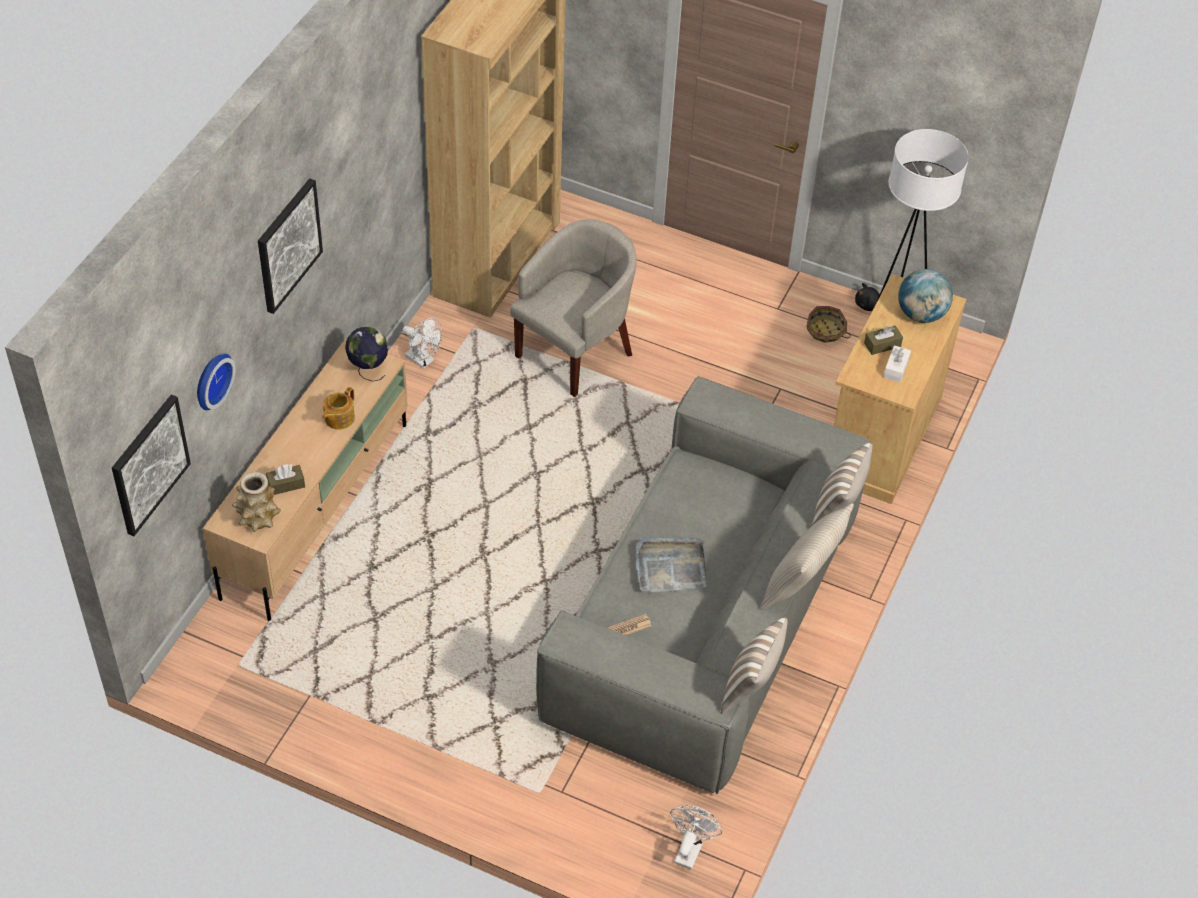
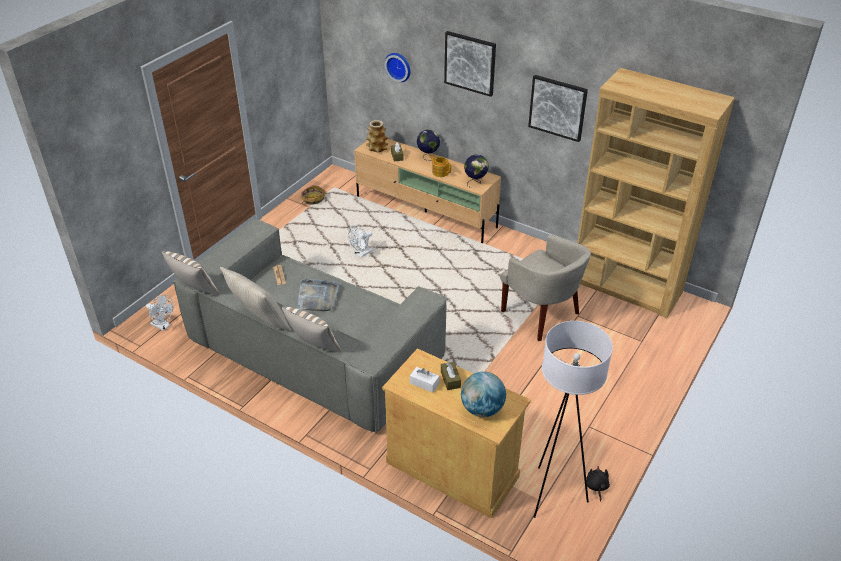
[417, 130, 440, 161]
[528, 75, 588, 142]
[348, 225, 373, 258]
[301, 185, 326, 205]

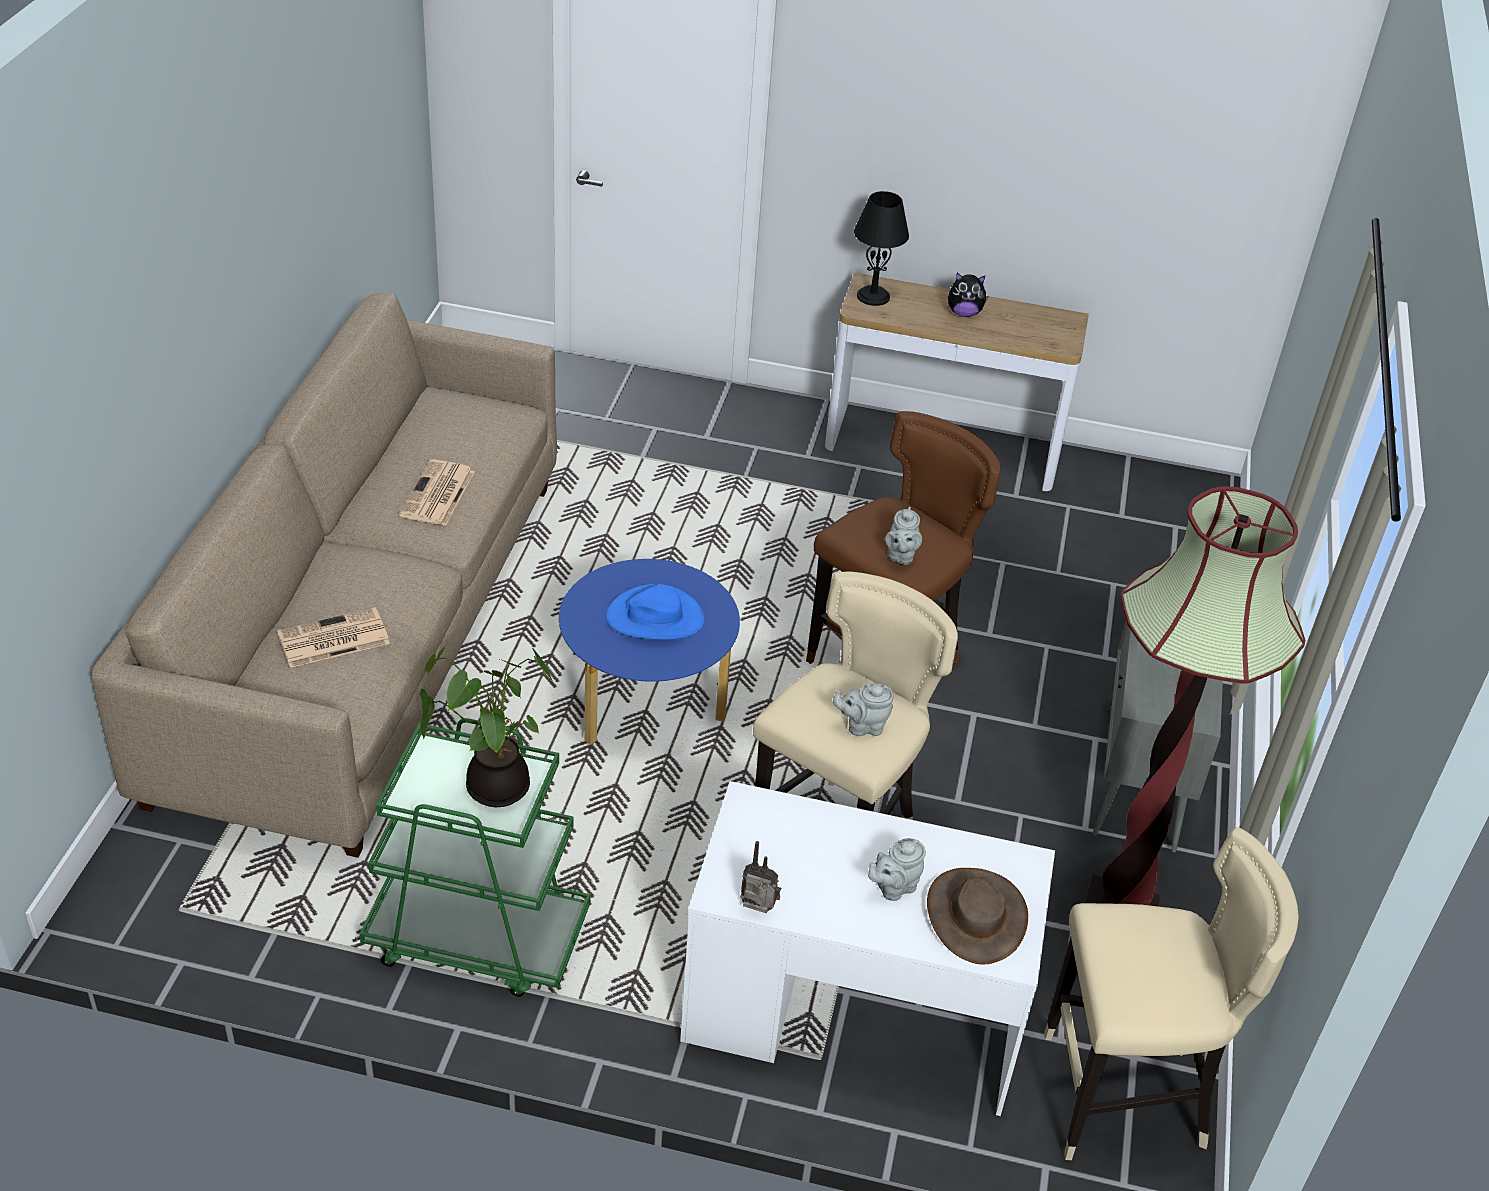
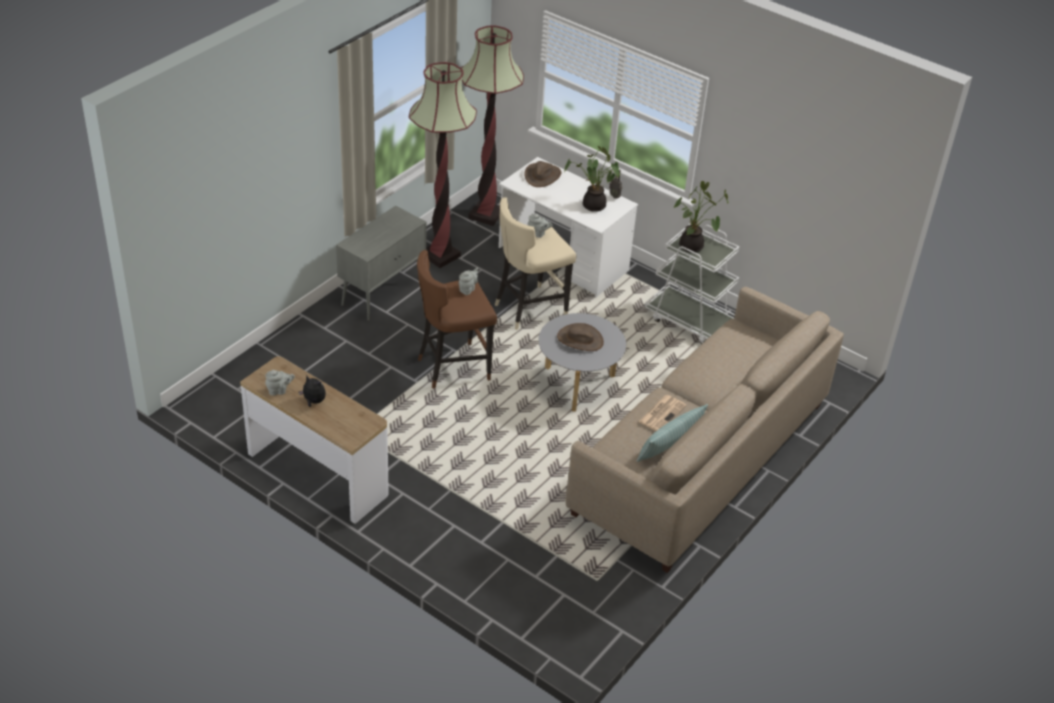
[277, 607, 390, 668] (first image)
[854, 191, 909, 306] (first image)
[564, 146, 620, 212]
[636, 404, 708, 462]
[265, 370, 295, 396]
[462, 25, 524, 226]
[645, 224, 739, 344]
[538, 313, 626, 412]
[557, 323, 604, 351]

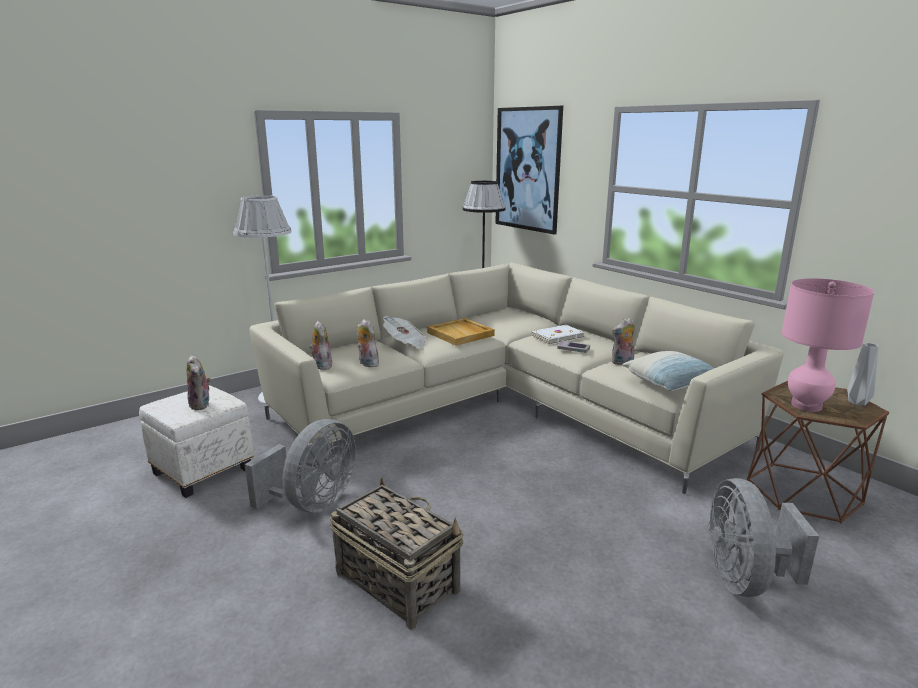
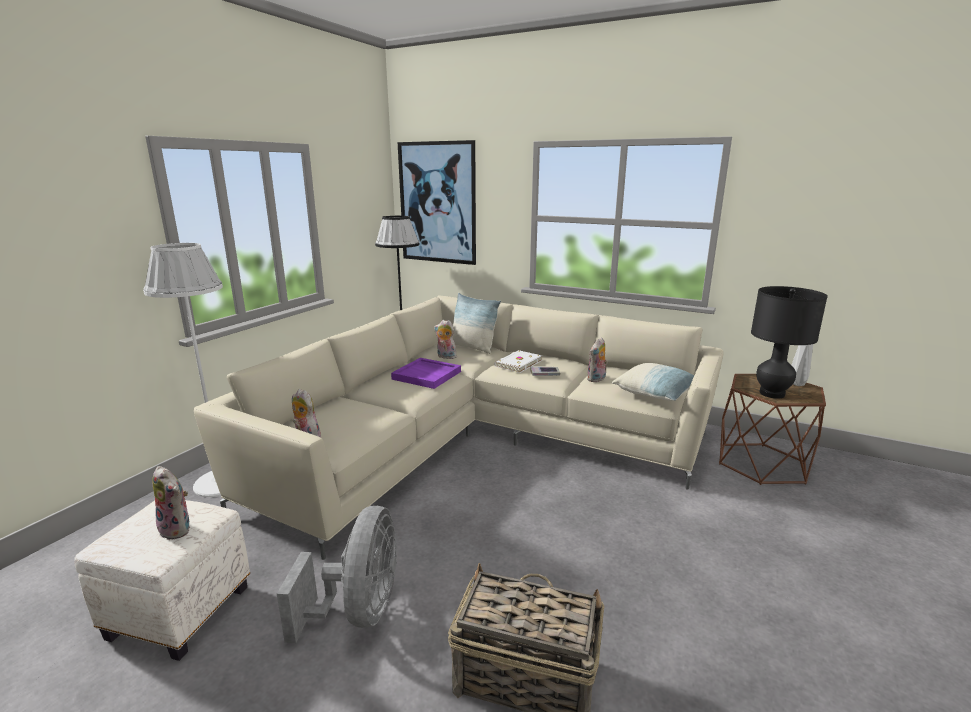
[383, 316, 427, 349] (first image)
[708, 478, 819, 597] (first image)
[452, 293, 501, 354]
[434, 320, 457, 359]
[391, 358, 461, 389]
[751, 286, 828, 399]

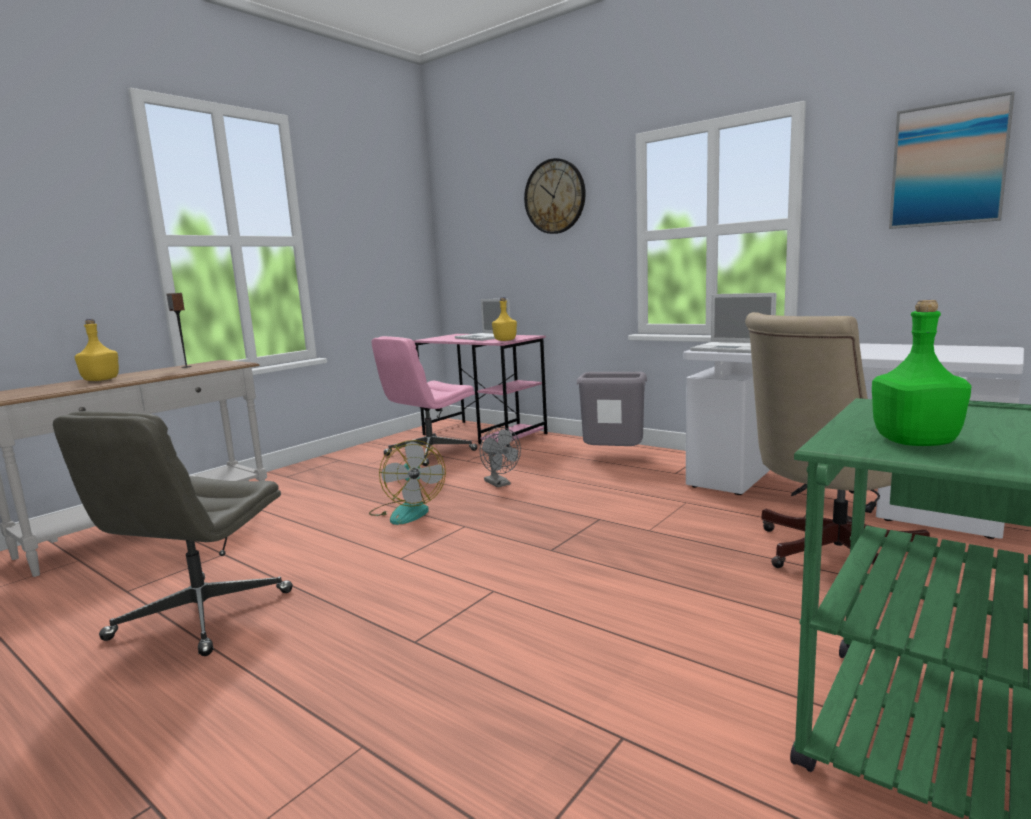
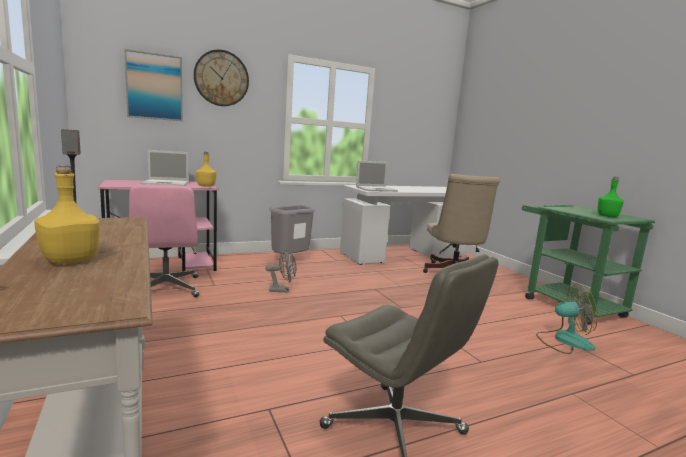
[536, 284, 597, 354]
[124, 49, 183, 121]

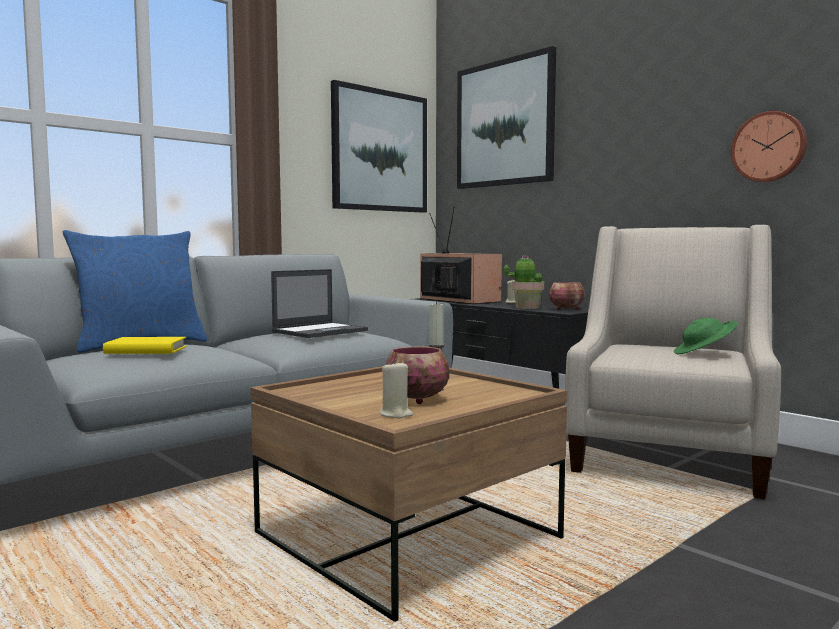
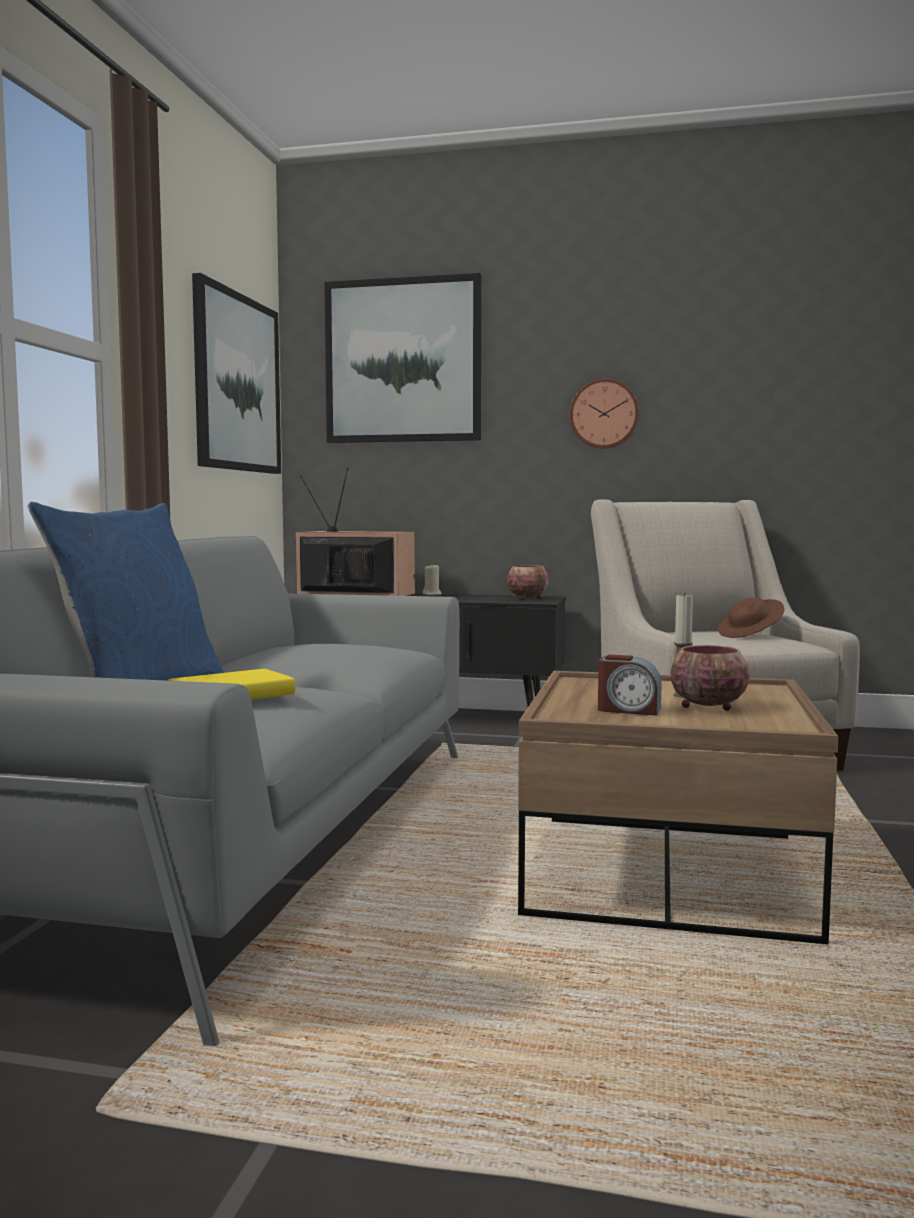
[271, 269, 368, 338] (first image)
[379, 360, 413, 418] (first image)
[504, 255, 544, 309] (first image)
[598, 654, 661, 716]
[570, 379, 639, 449]
[718, 598, 785, 638]

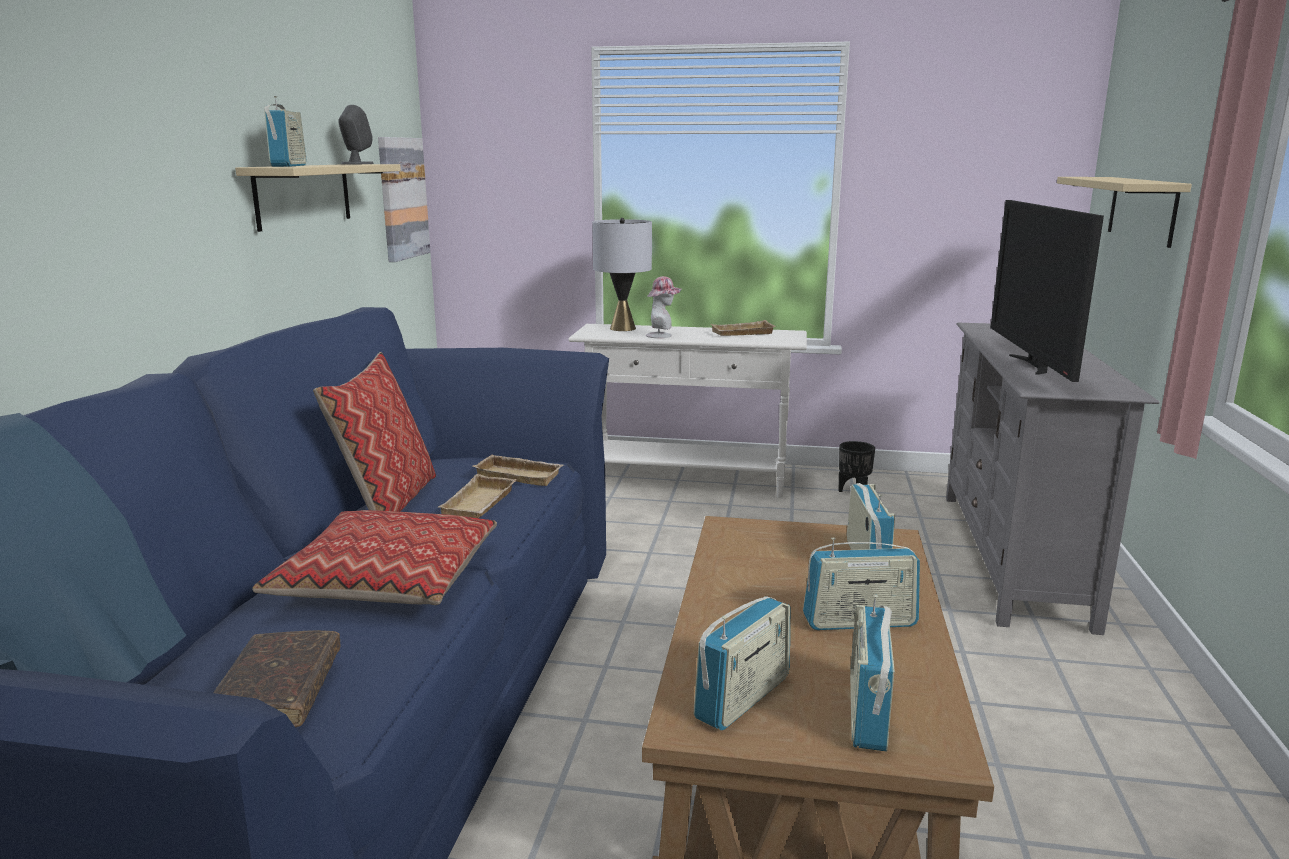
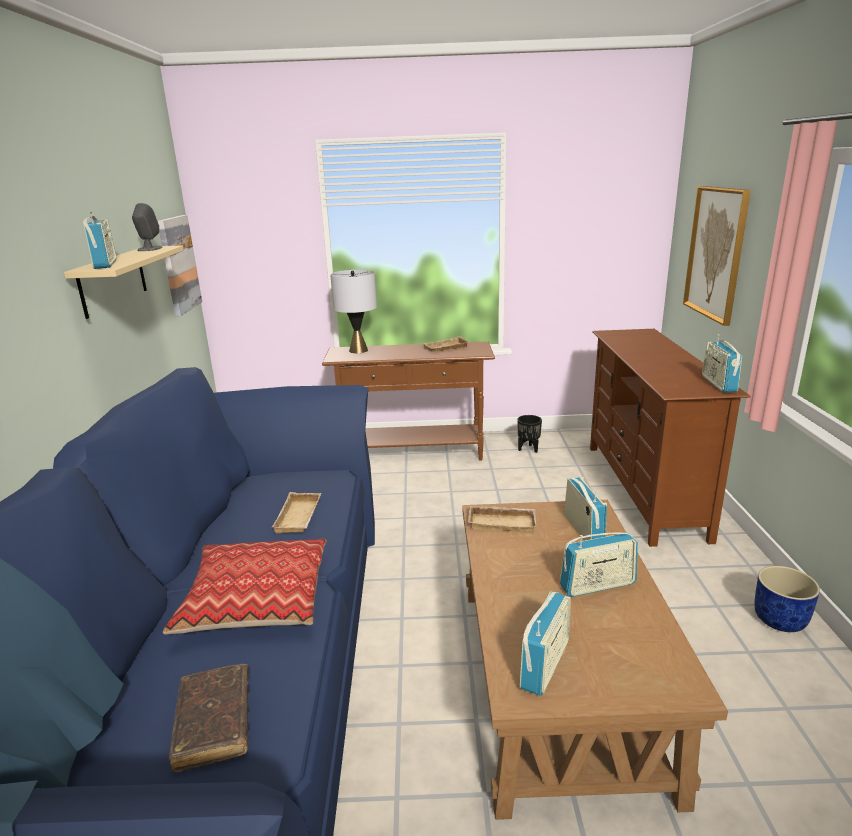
[313, 352, 436, 512] (first image)
[646, 276, 681, 338] (first image)
[991, 200, 1104, 382] (first image)
[754, 566, 820, 632]
[468, 505, 536, 532]
[702, 334, 742, 393]
[683, 186, 751, 326]
[322, 341, 495, 461]
[590, 329, 751, 547]

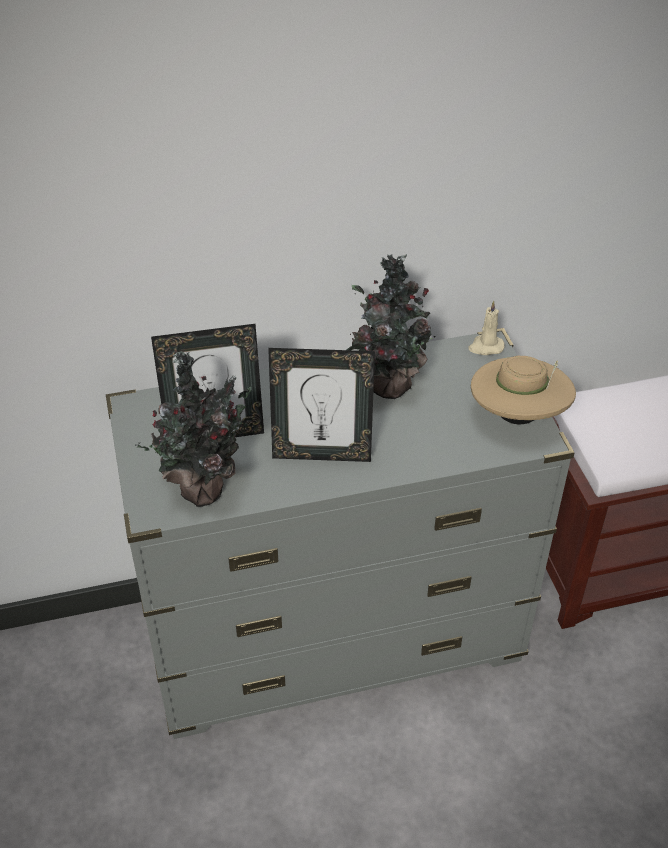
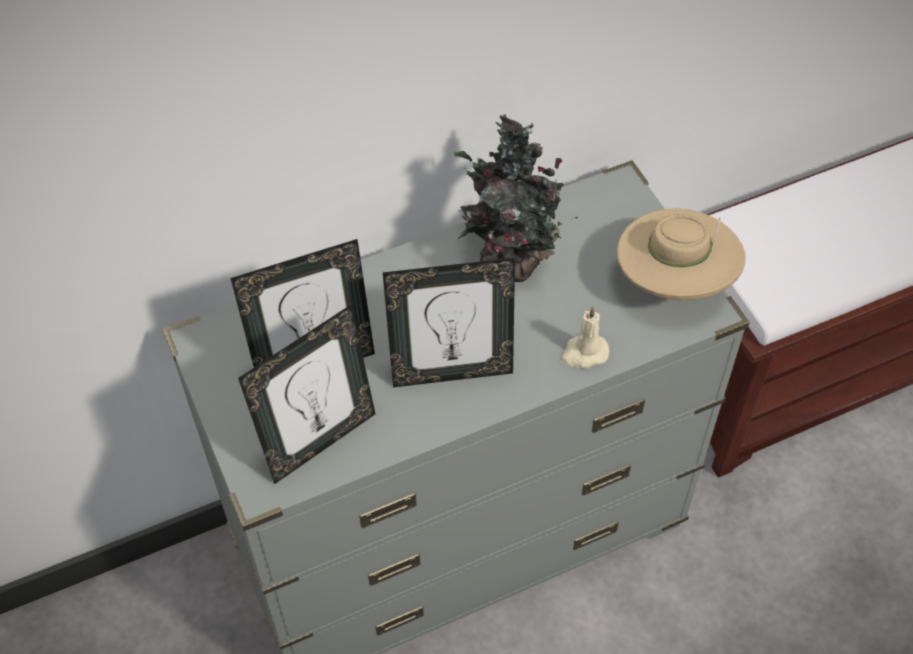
[562, 306, 609, 369]
[238, 305, 375, 484]

